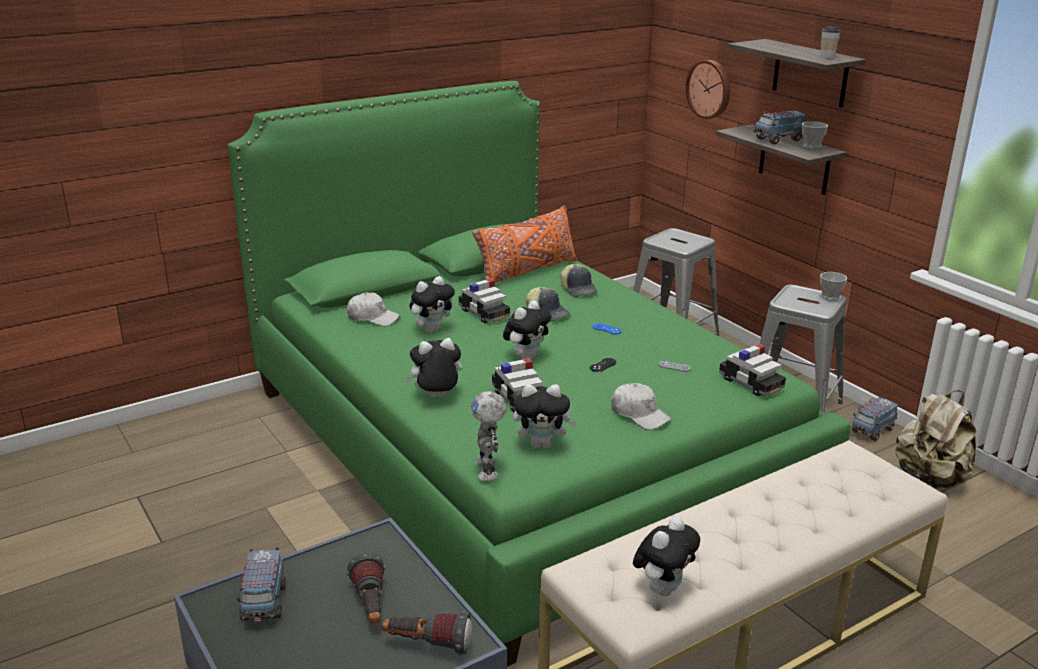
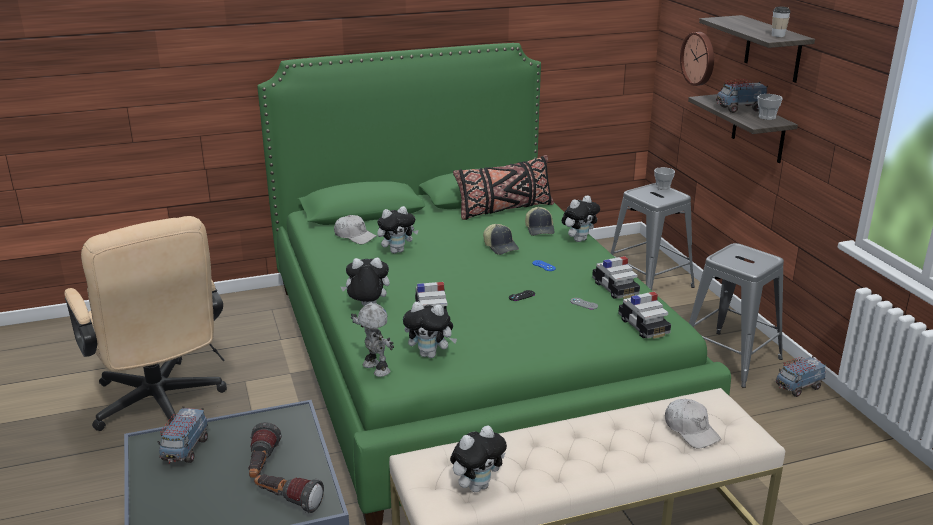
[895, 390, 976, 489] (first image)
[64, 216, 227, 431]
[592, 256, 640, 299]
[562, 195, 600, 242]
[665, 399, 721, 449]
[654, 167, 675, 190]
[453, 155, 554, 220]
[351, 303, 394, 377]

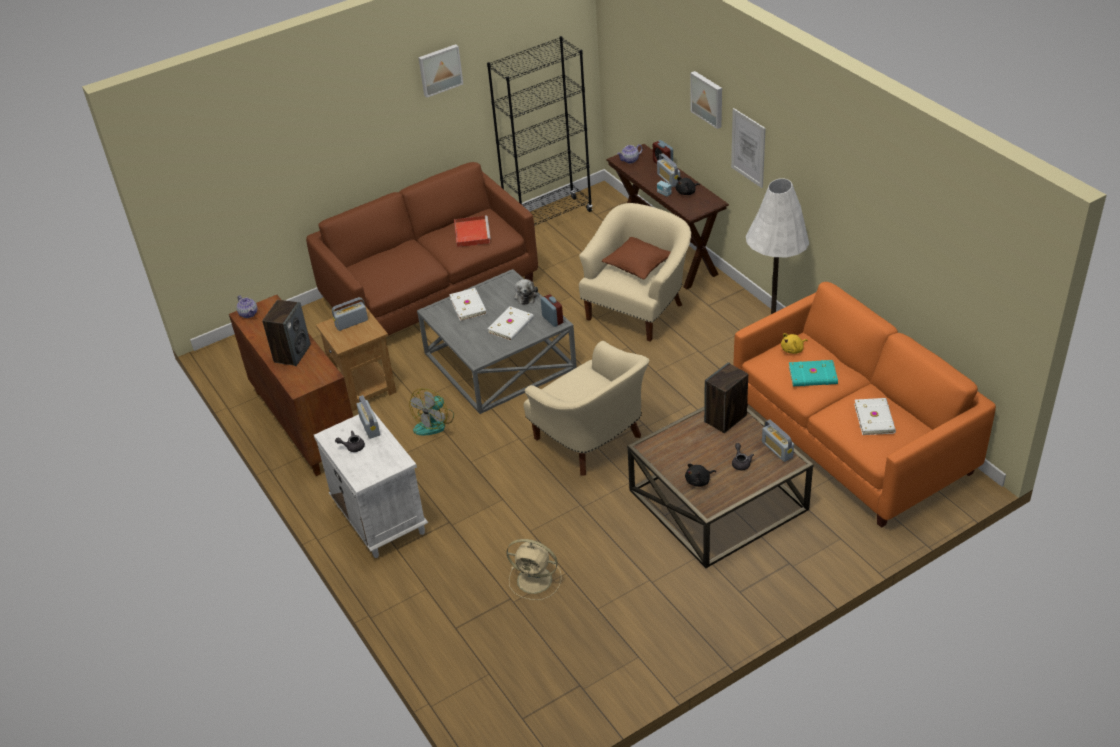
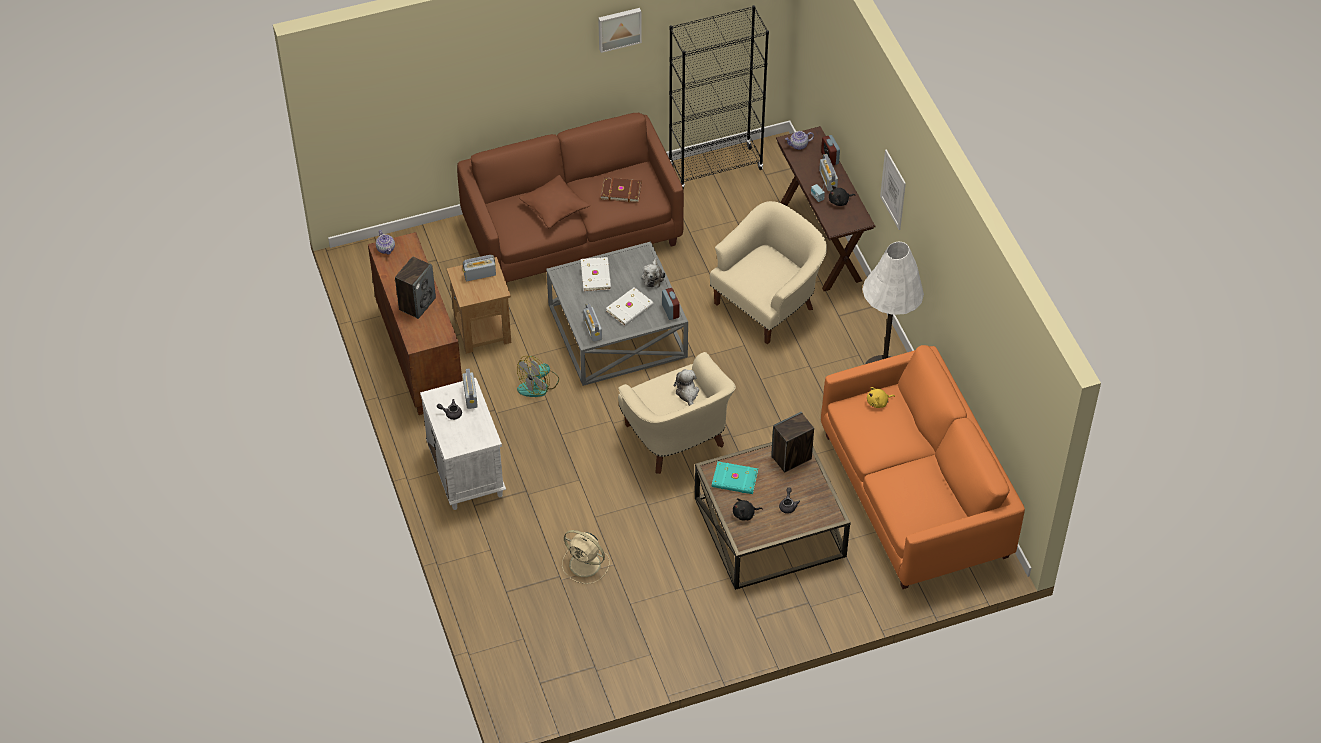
[690, 71, 722, 129] (first image)
[854, 398, 896, 435] (first image)
[674, 369, 699, 406]
[519, 175, 590, 228]
[583, 303, 602, 342]
[712, 461, 758, 494]
[601, 177, 642, 203]

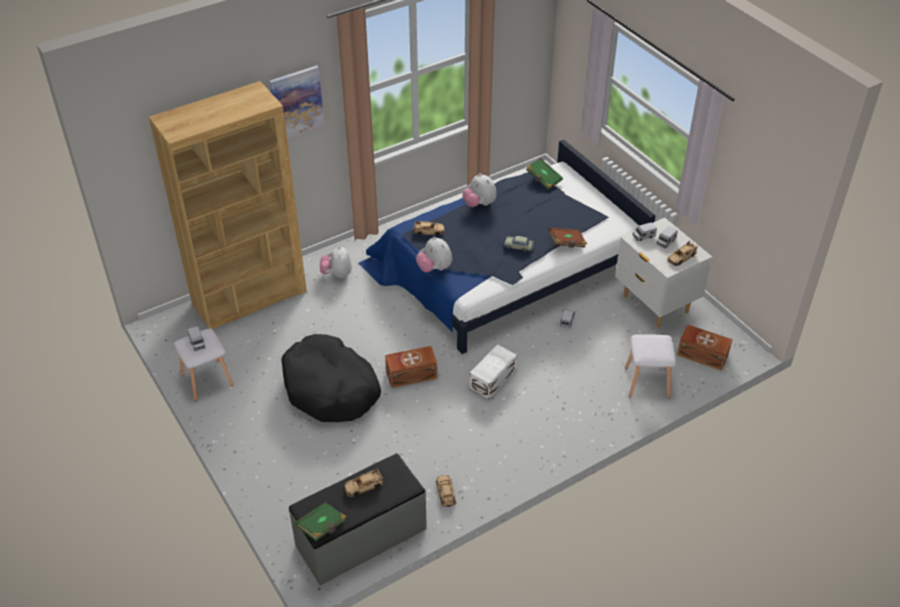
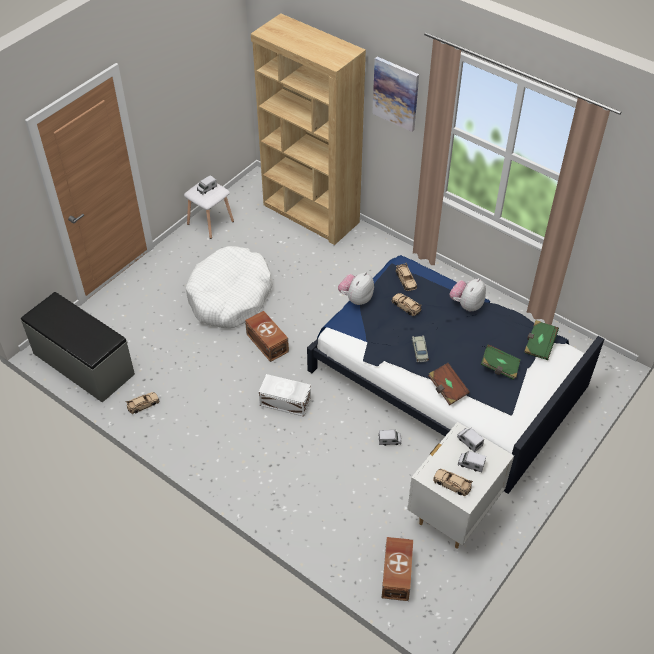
[320, 245, 352, 278] (first image)
[625, 334, 676, 398] (first image)
[481, 344, 520, 380]
[392, 293, 422, 316]
[186, 246, 272, 328]

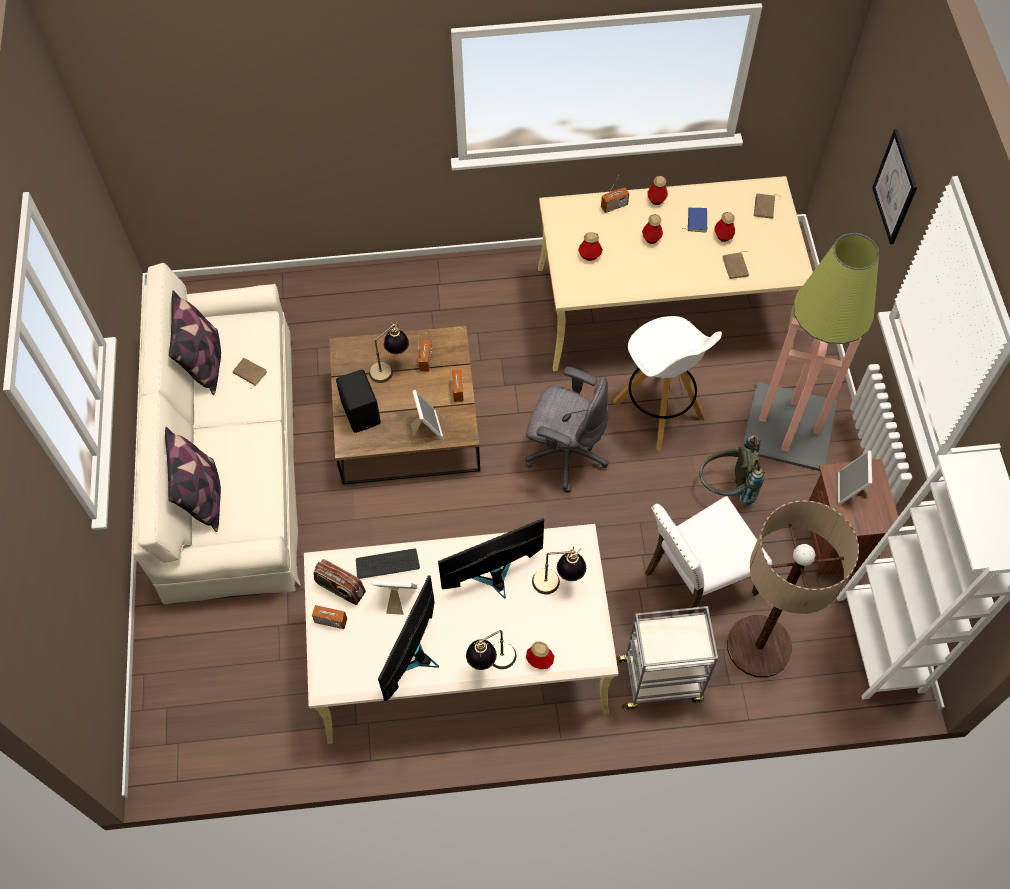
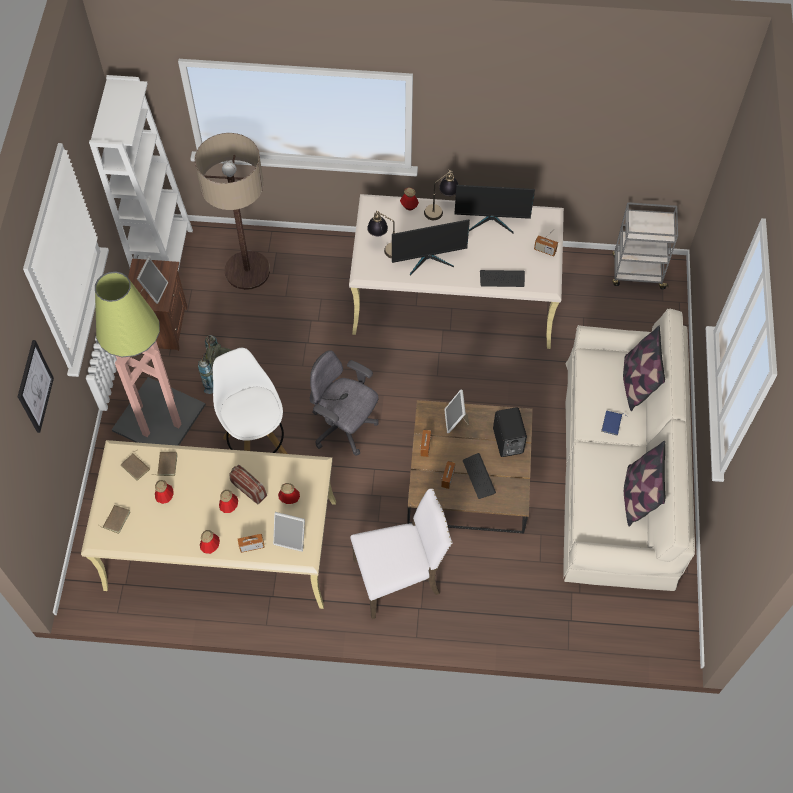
[120, 450, 150, 481]
[229, 465, 267, 505]
[273, 512, 305, 552]
[612, 202, 678, 289]
[350, 489, 453, 619]
[601, 411, 627, 435]
[463, 453, 496, 499]
[454, 185, 535, 233]

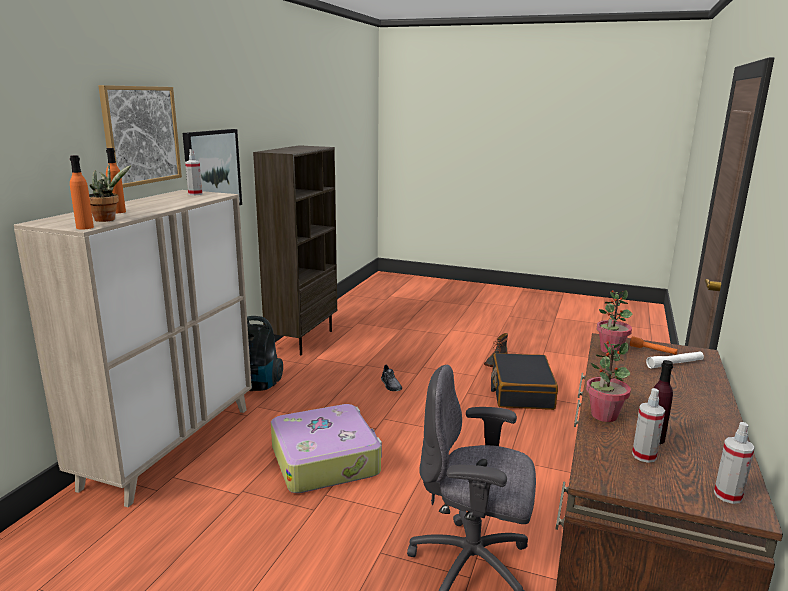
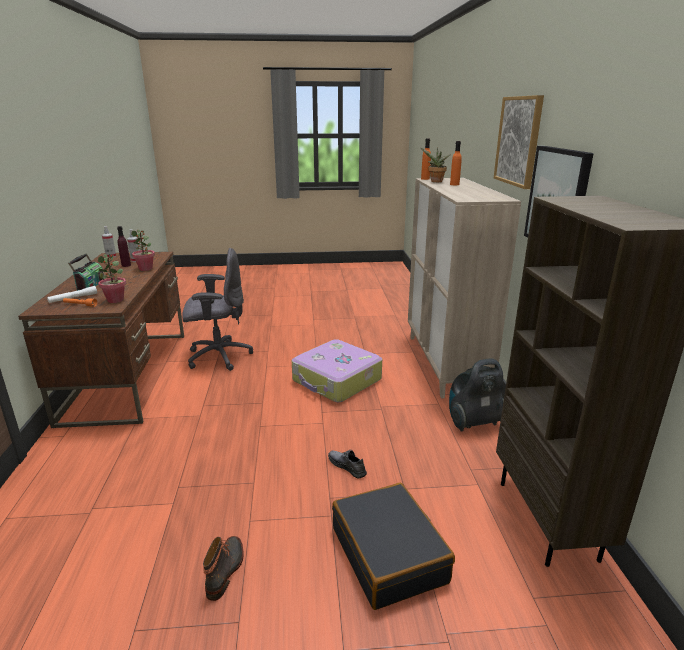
[185, 149, 203, 195] (first image)
[68, 254, 104, 291]
[332, 483, 455, 610]

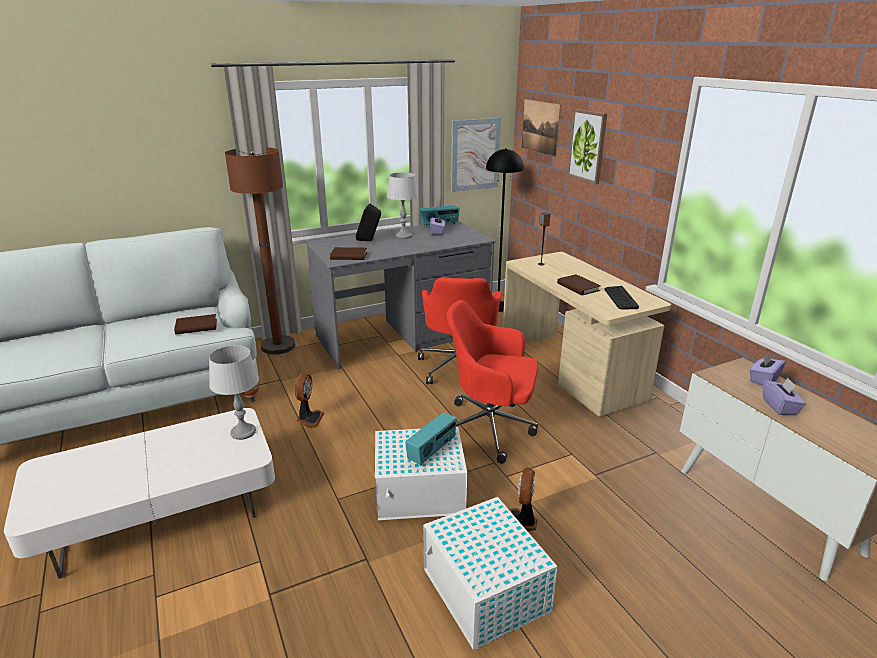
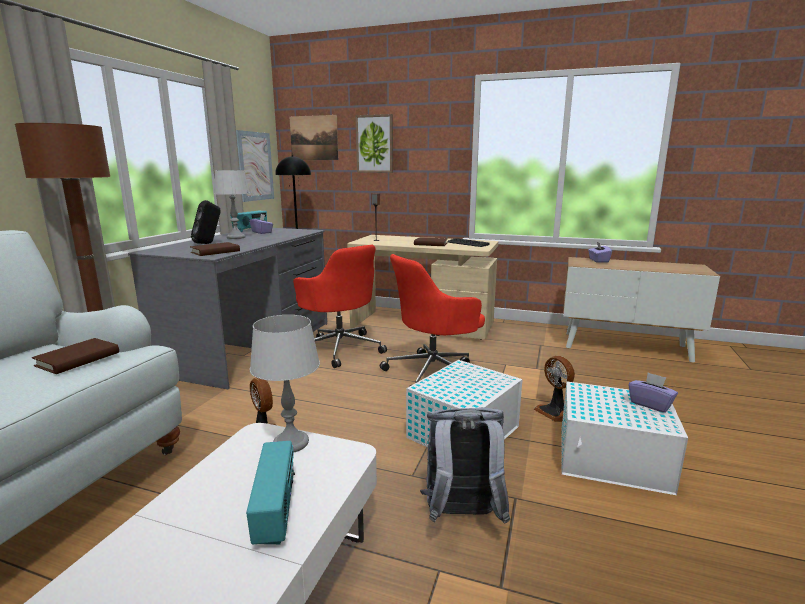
[420, 407, 511, 524]
[246, 441, 295, 544]
[629, 372, 678, 413]

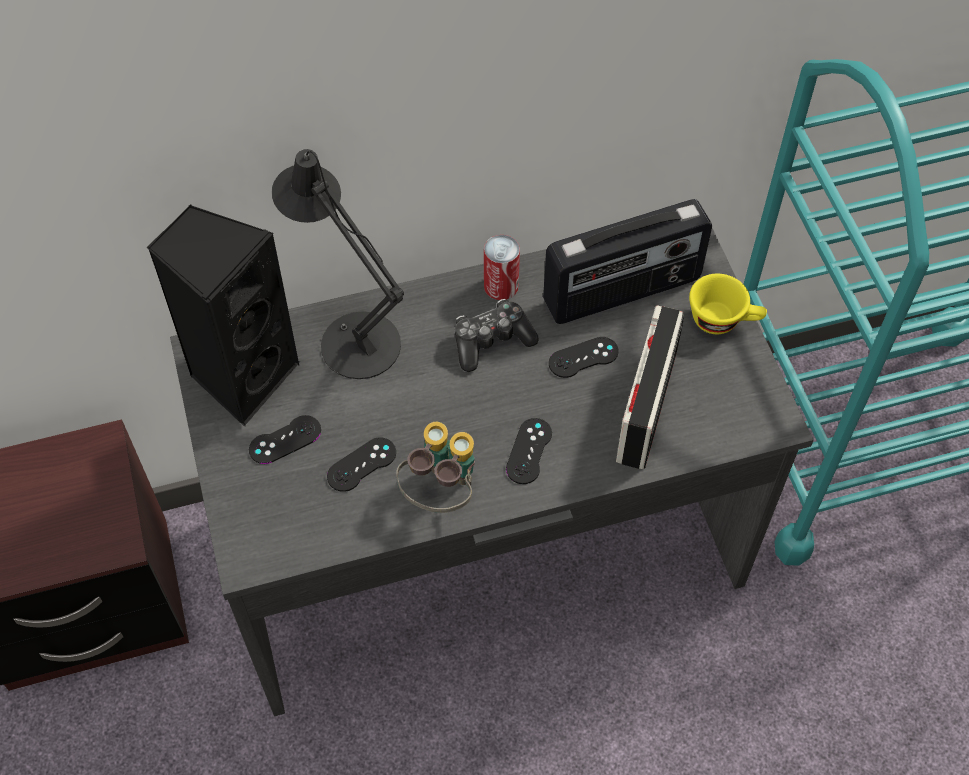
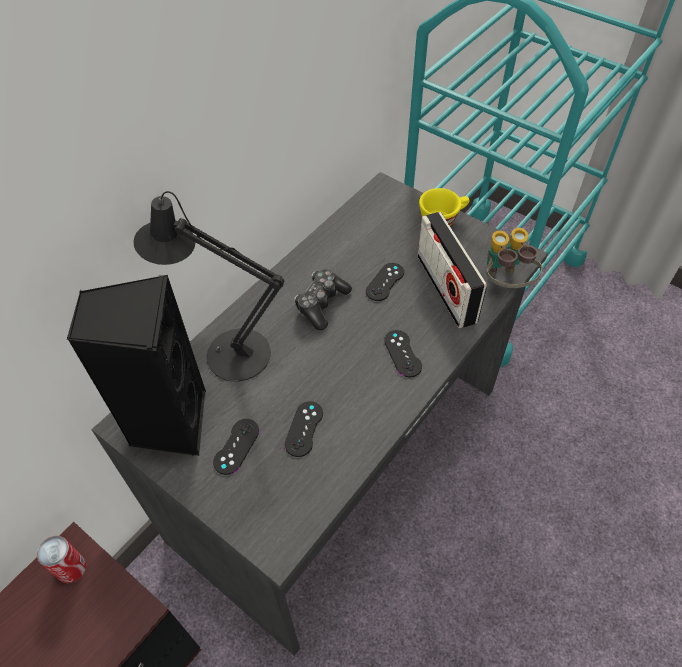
[543, 199, 712, 324] (first image)
[486, 228, 542, 288]
[37, 536, 86, 583]

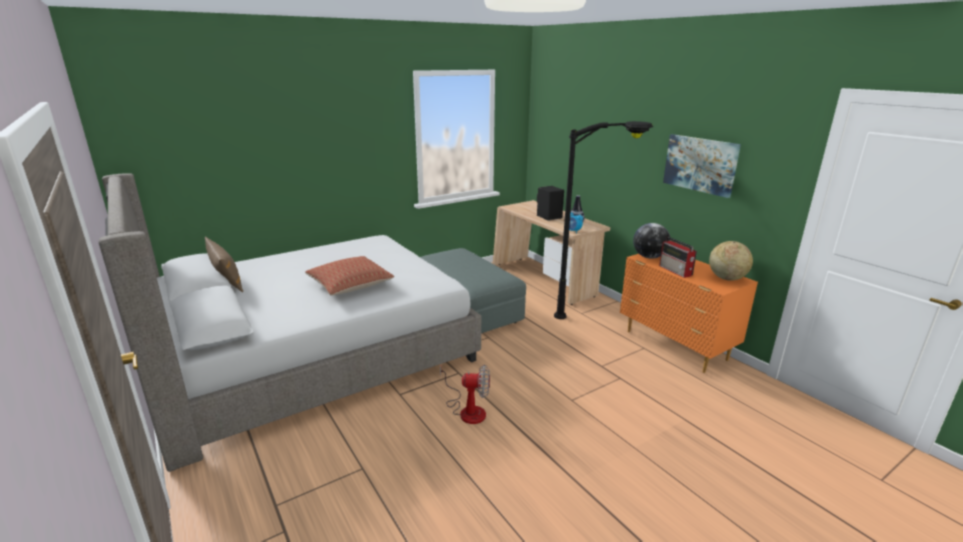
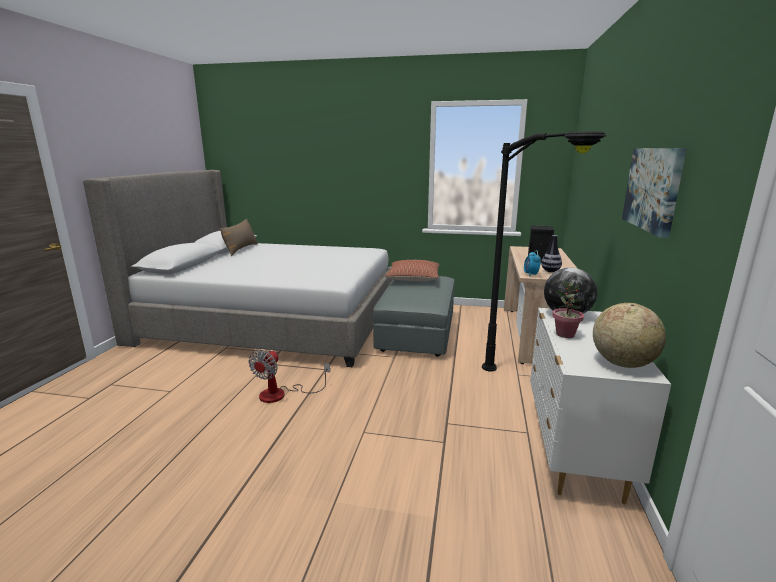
[385, 260, 439, 281]
[552, 281, 584, 338]
[530, 308, 671, 504]
[249, 350, 330, 403]

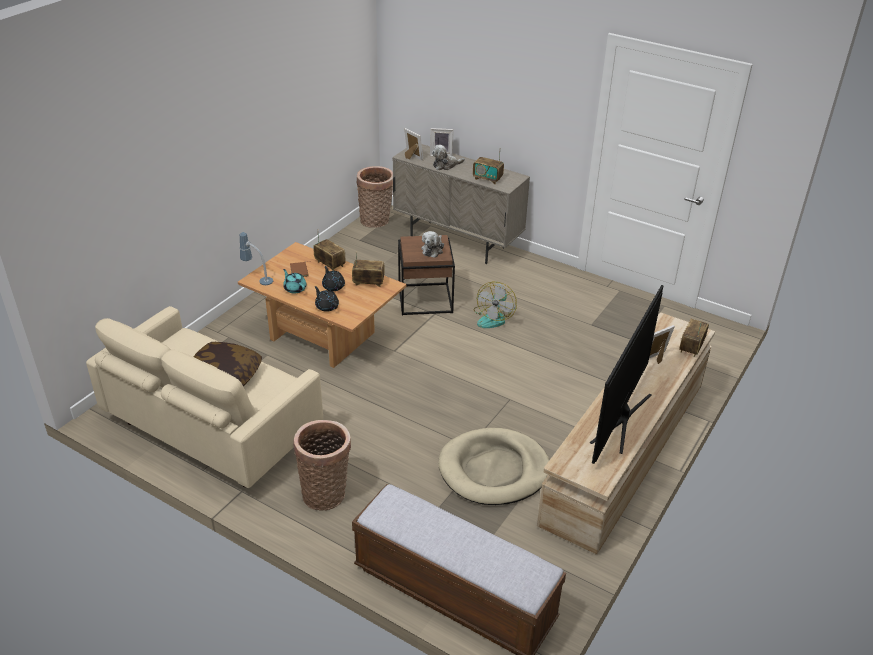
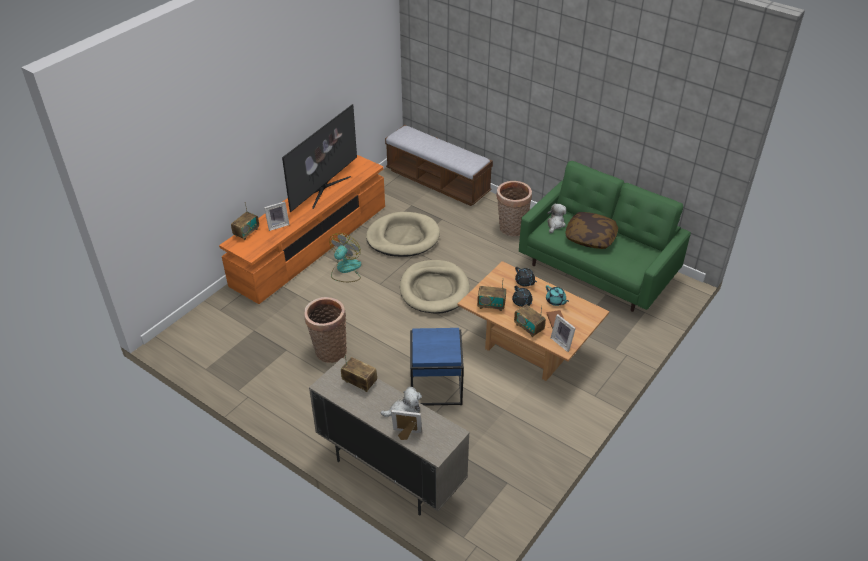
[240, 232, 273, 285] (first image)
[400, 260, 470, 313]
[304, 297, 347, 363]
[551, 314, 576, 352]
[547, 204, 566, 234]
[330, 233, 361, 282]
[519, 161, 691, 312]
[410, 328, 464, 406]
[219, 155, 385, 304]

